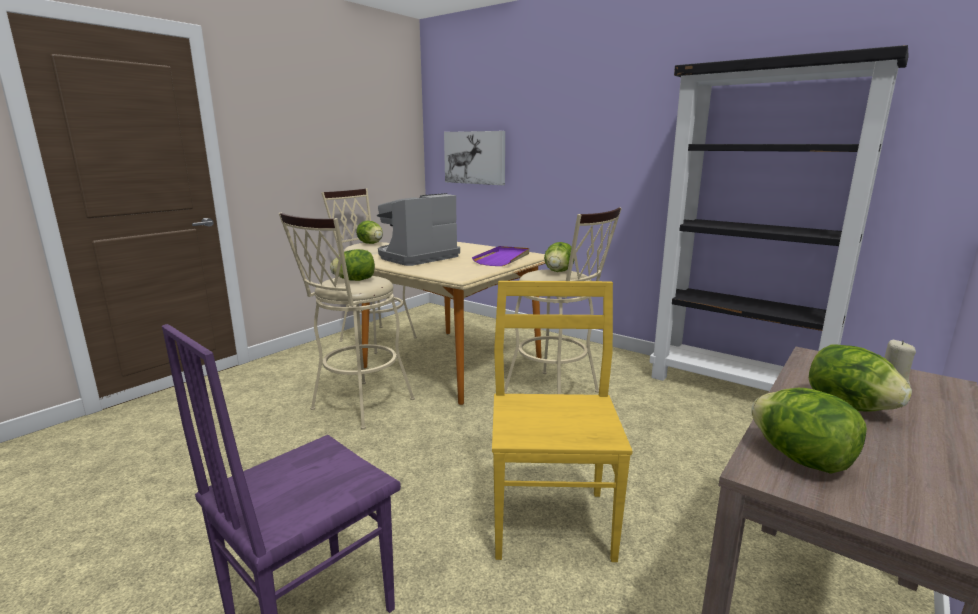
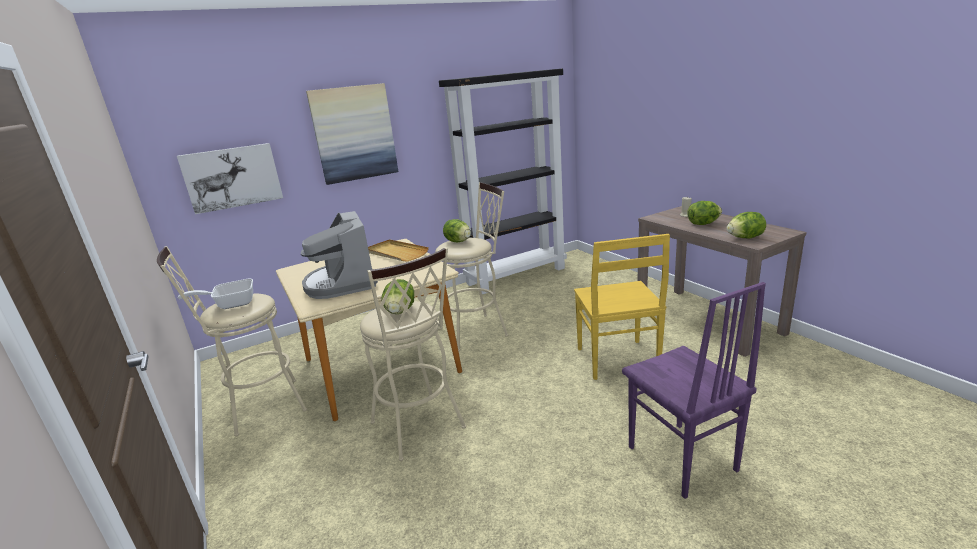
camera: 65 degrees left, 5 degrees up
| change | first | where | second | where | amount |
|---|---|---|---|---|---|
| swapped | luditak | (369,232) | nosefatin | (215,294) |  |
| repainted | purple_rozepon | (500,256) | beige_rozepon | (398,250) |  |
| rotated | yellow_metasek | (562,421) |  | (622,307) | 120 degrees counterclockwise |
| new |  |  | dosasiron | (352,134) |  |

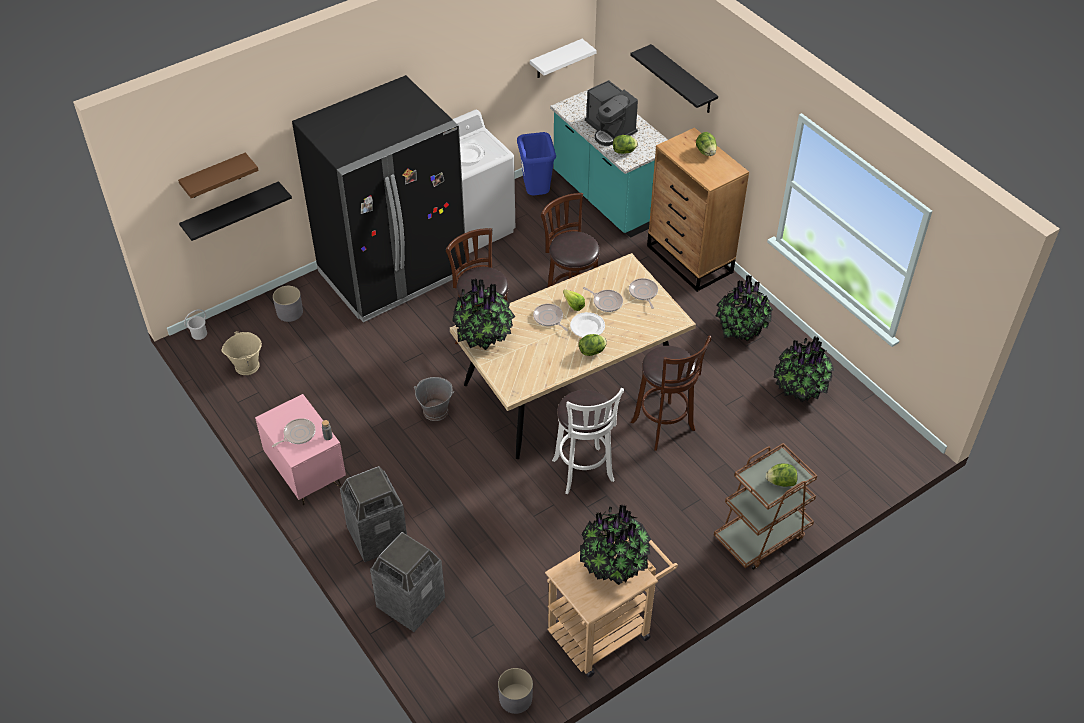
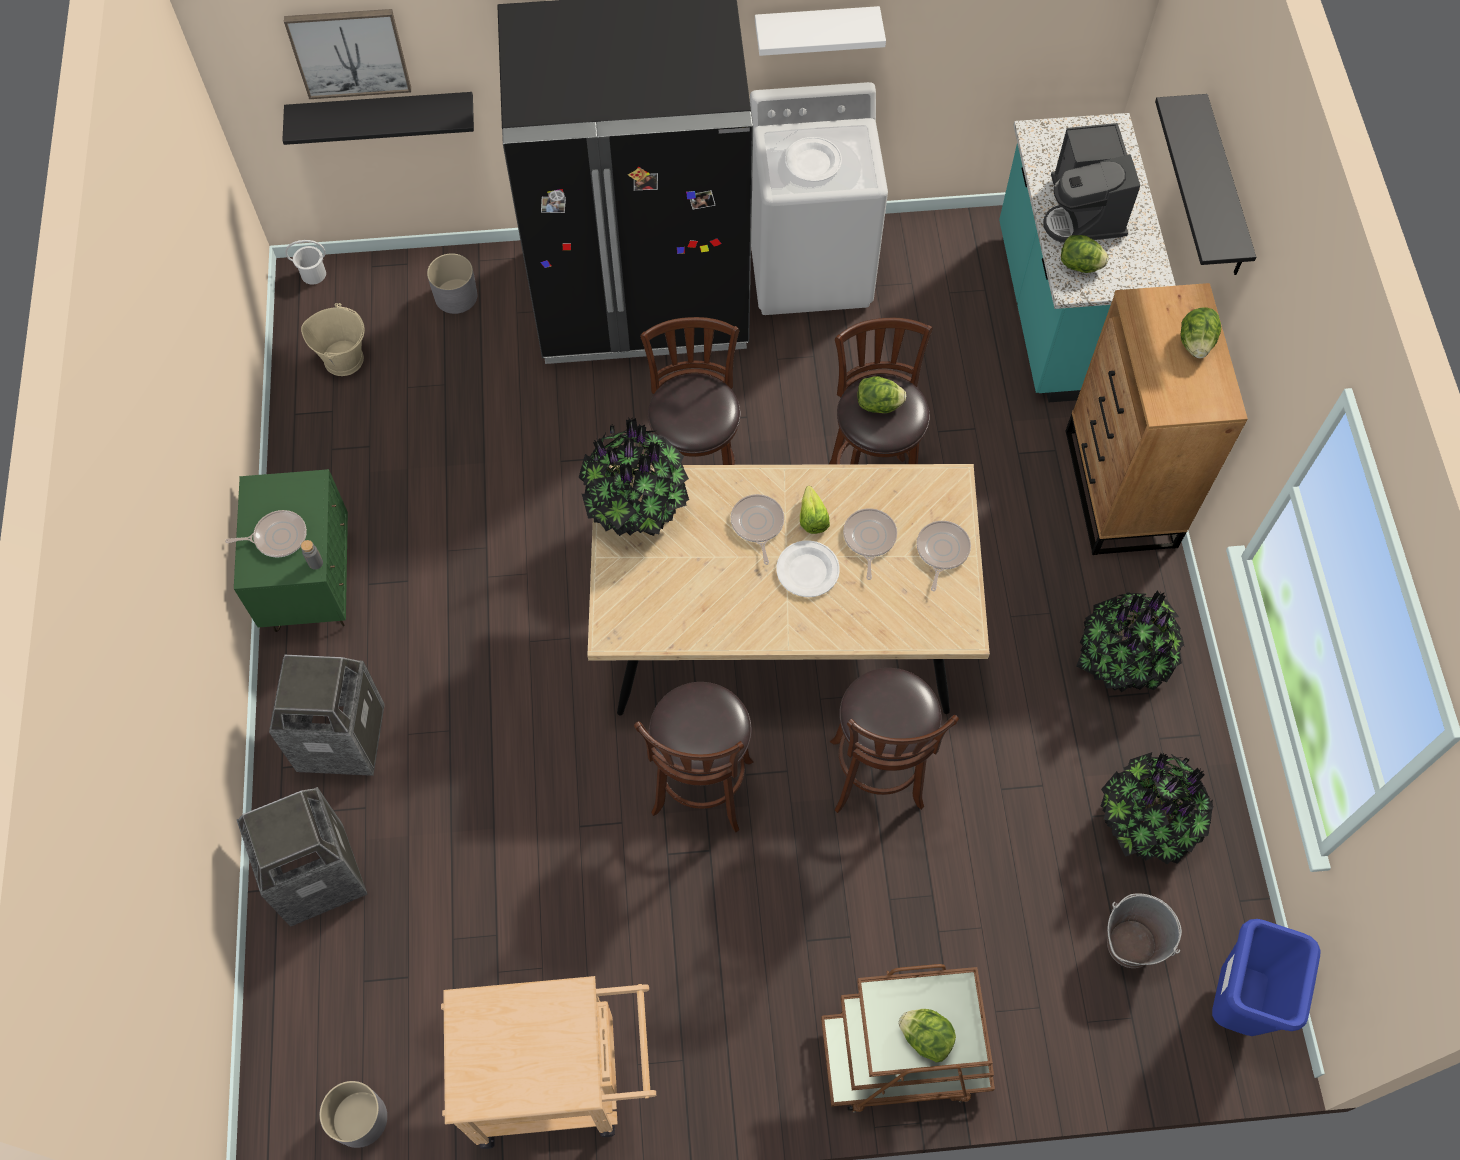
camera: 30 degrees right, 15 degrees up
| change | first | where | second | where | amount |
|---|---|---|---|---|---|
| shifted | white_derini | (563,58) |  | (820,31) |  |
| shifted | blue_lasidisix | (536,163) |  | (1266,977) |  |
| swapped | brown_derini | (218,175) | dosasiron | (347,54) |  |
| rotated | nosefatin | (603,299) |  | (870,544) | 150 degrees counterclockwise |
| shifted | luditak | (593,345) |  | (881,394) |  |
| shifted | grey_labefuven | (434,399) |  | (1144,930) |  |
| repainted | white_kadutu | (588,441) | brown_kadutu | (694,757) |  |
| repainted | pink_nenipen | (300,449) | green_nenipen | (291,550) |  |
| gone | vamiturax | (615,545) |  |  |  |

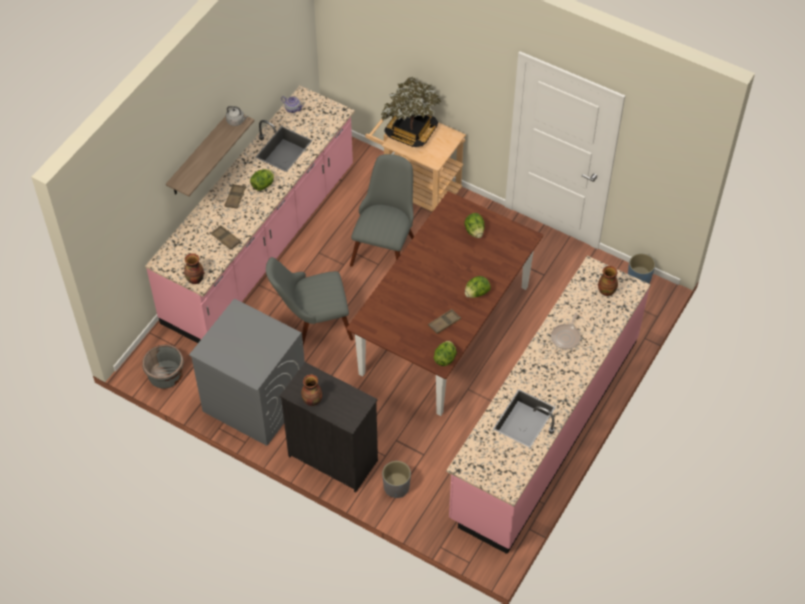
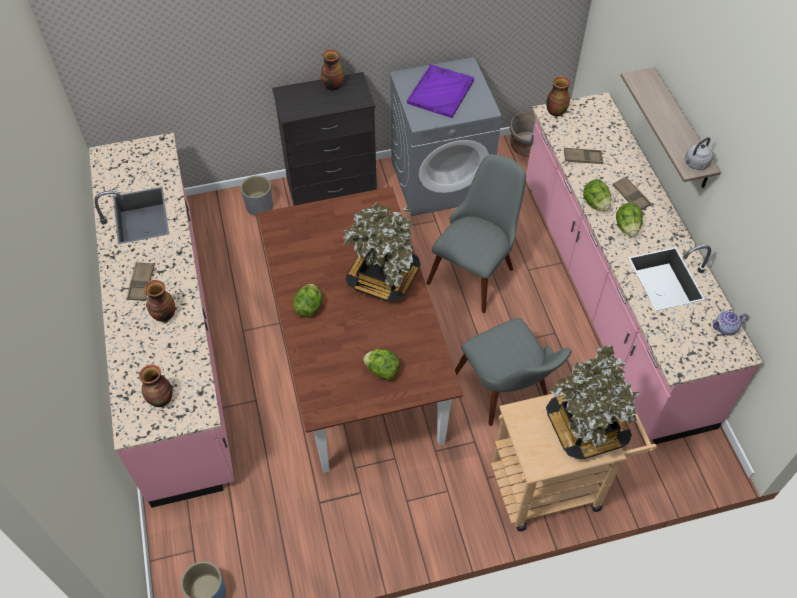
camera: 135 degrees right, 0 degrees up
| change | first | where | second | where | amount |
|---|---|---|---|---|---|
| shifted | brown_rozepon | (444,321) |  | (140,281) |  |
| swapped | nosefatin | (566,331) | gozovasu | (159,301) |  |
| shifted | luditak | (445,353) |  | (597,195) |  |
| new |  |  | purple_rozepon | (440,91) |  |
| new |  |  | vamiturax | (382,252) |  |

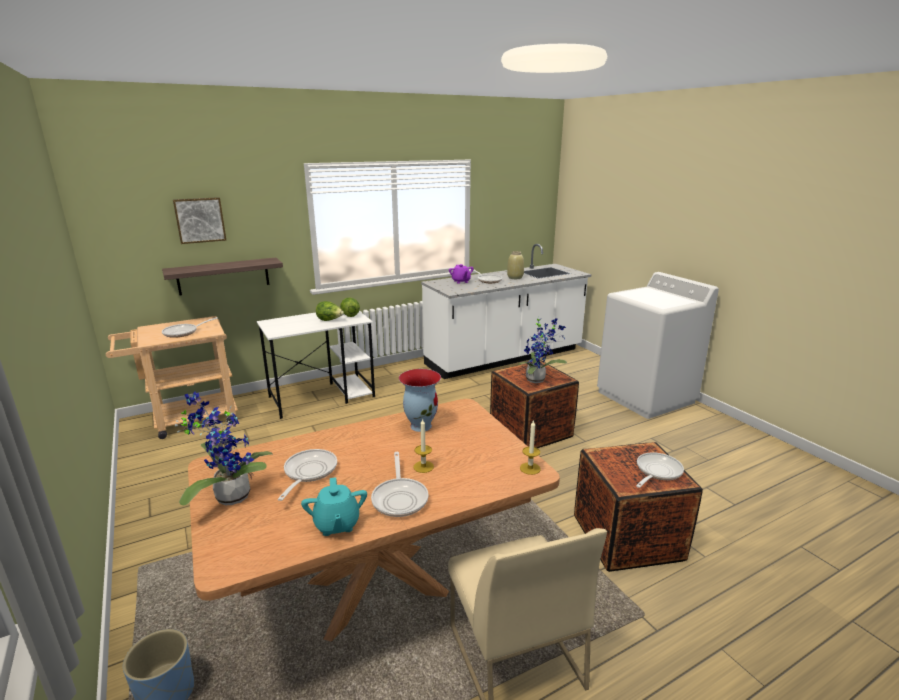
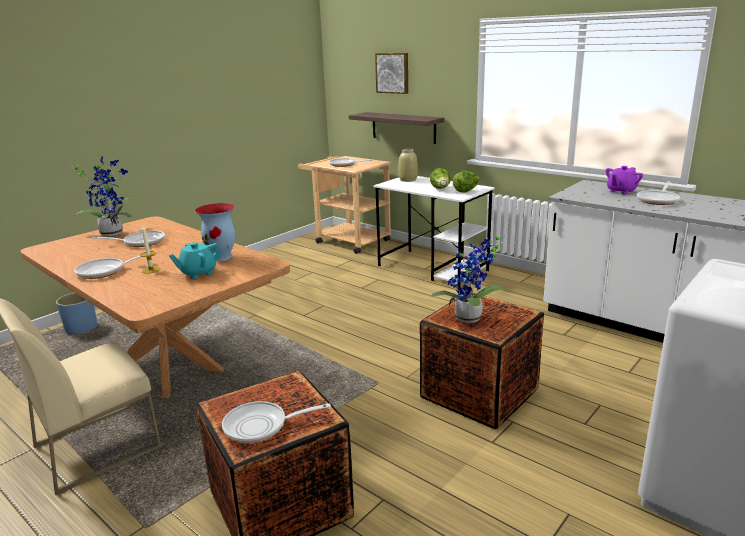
camera: 70 degrees right, 0 degrees up
| change | first | where | second | where | amount |
|---|---|---|---|---|---|
| shifted | beige_gozovasu | (515,265) |  | (408,165) |  |
| gone | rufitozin | (530,447) |  |  |  |
| rotated | nosefatin | (660,470) |  | (276,422) | 150 degrees clockwise |
| shifted | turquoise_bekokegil | (334,506) |  | (195,260) |  |

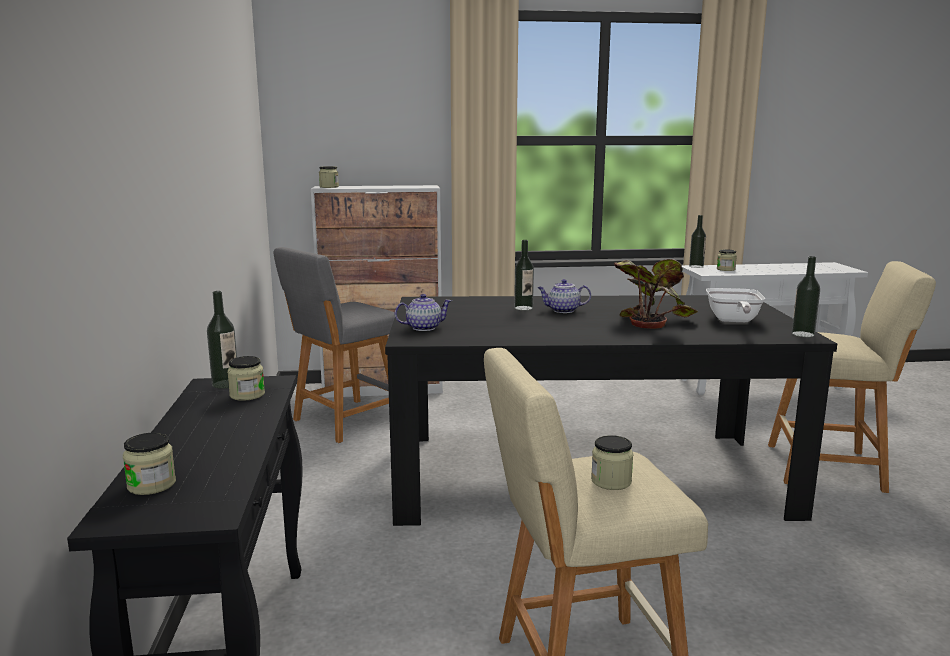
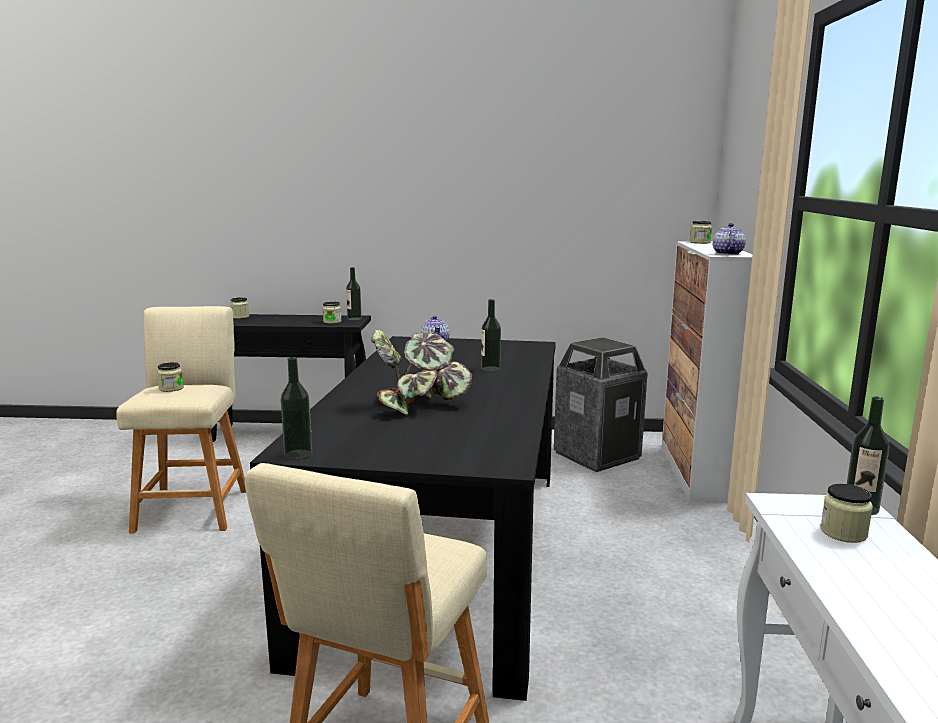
camera: 100 degrees right, 0 degrees up
| change | first | where | second | where | amount |
|---|---|---|---|---|---|
| swapped | grey_kadutu | (334,345) | lasidisix | (601,404) |  |
| shifted | bekokegil | (564,296) |  | (729,239) |  |
| gone | nosefatin | (735,305) |  |  |  |

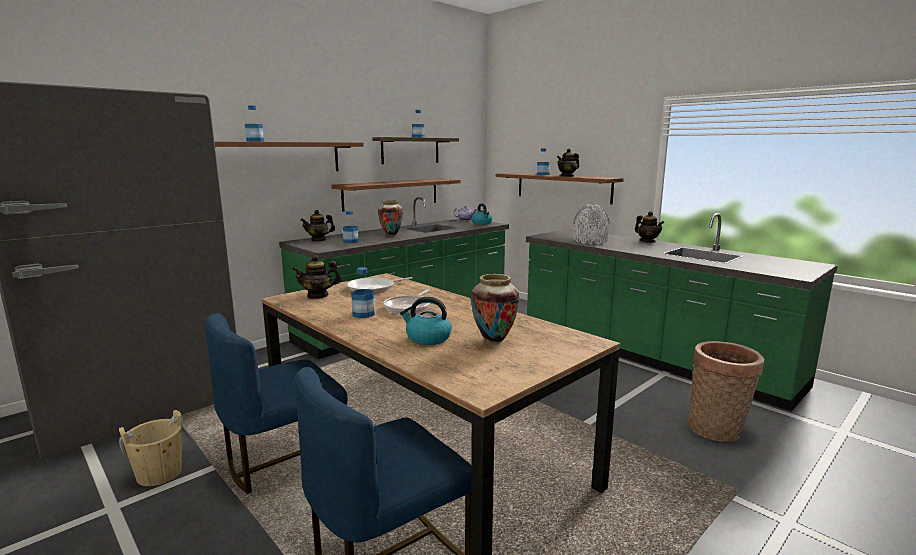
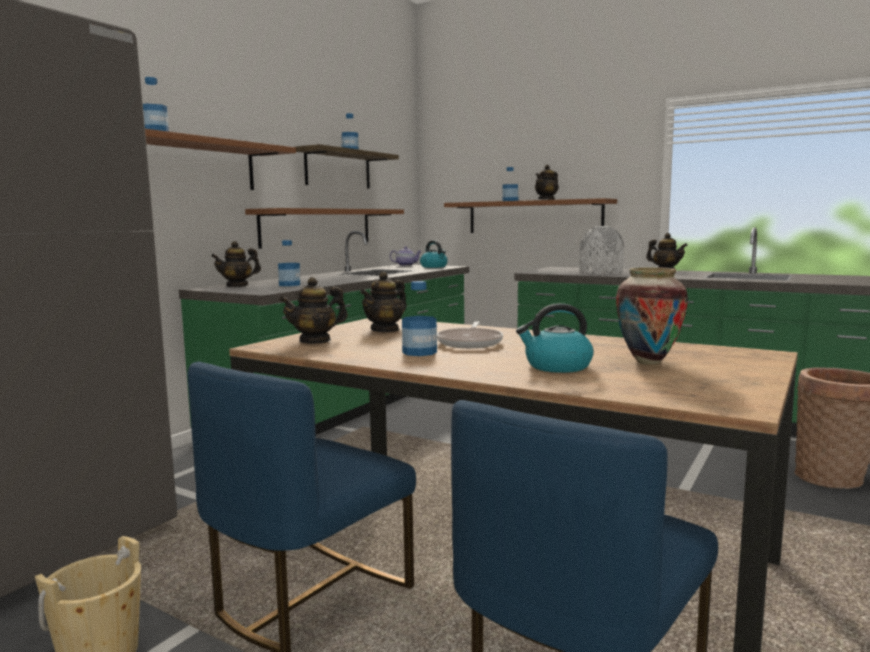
camera: 15 degrees left, 5 degrees down
| change | first | where | second | where | amount |
|---|---|---|---|---|---|
| gone | gozovasu | (390,218) |  |  |  |
| swapped | nosefatin | (380,285) | bekokegil | (383,302) |  |

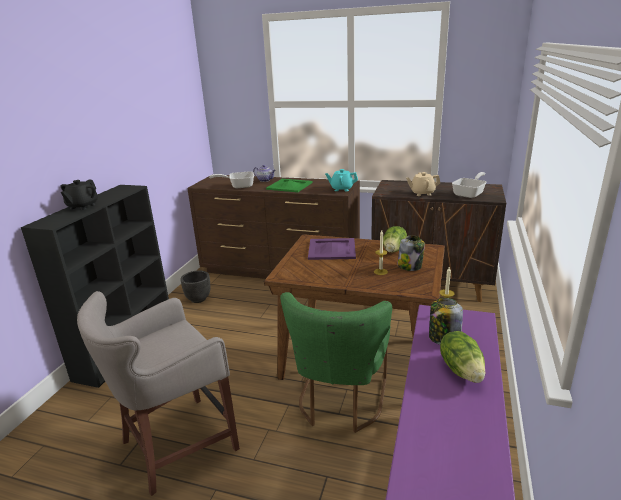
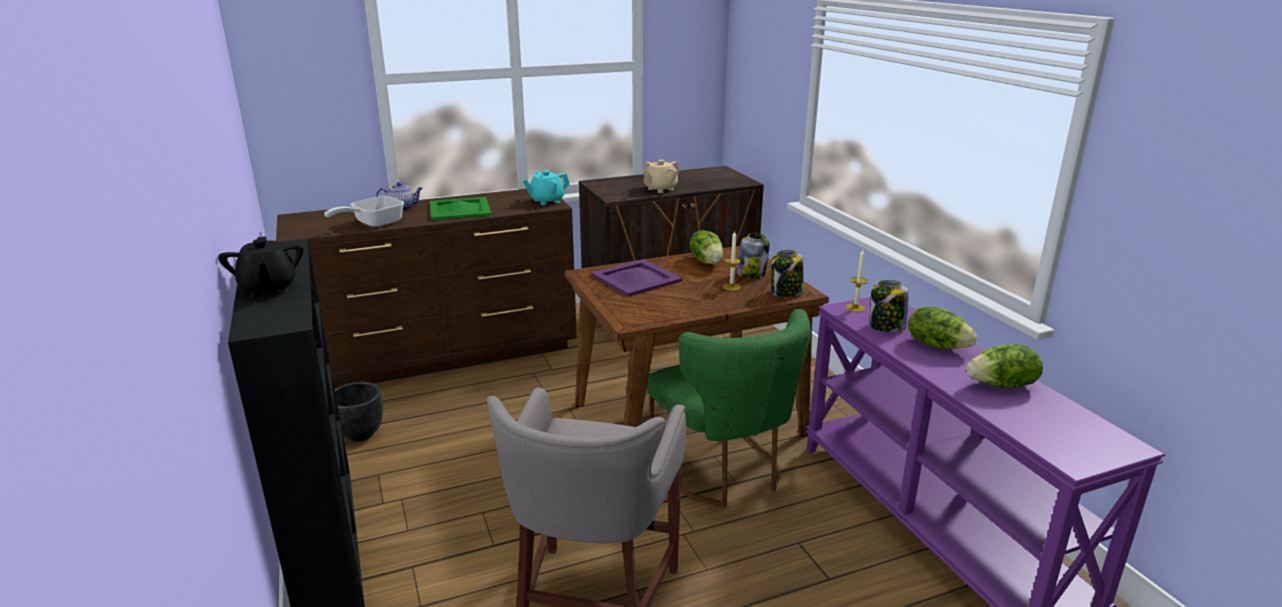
camera: 40 degrees left, 0 degrees up
| change | first | where | second | where | amount |
|---|---|---|---|---|---|
| gone | nosefatin | (469,185) |  |  |  |
| new |  |  | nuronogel | (787,273) |  |
| new |  |  | luditak | (1004,366) |  |

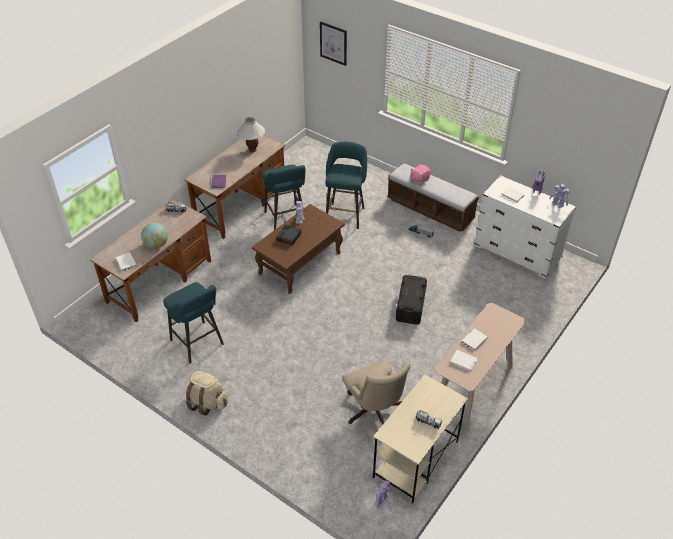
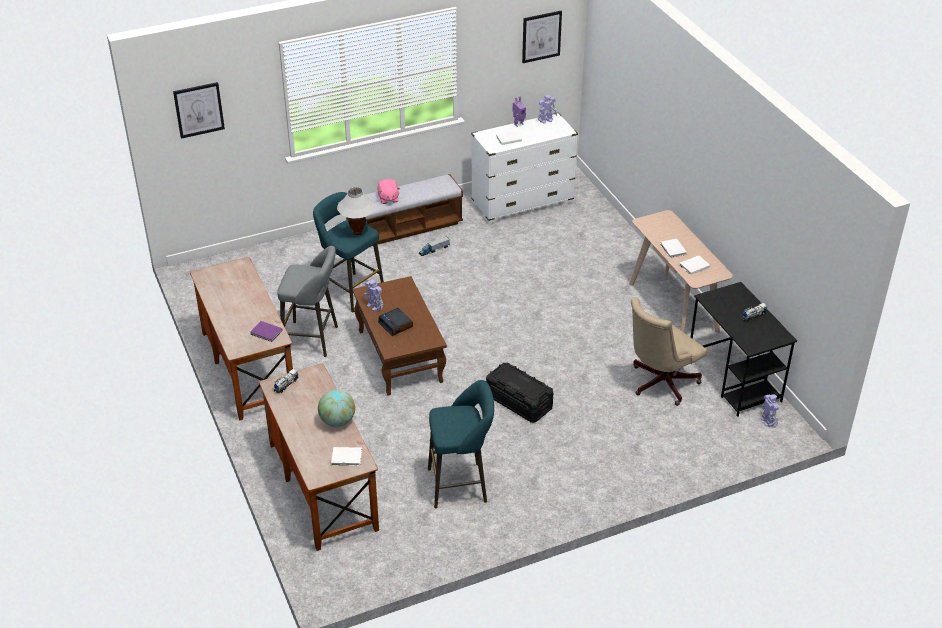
camera: 60 degrees left, 5 degrees down
| change | first | where | second | where | amount |
|---|---|---|---|---|---|
| shifted | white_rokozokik | (251,134) |  | (356,211) |  |
| repainted | turquoise_kadutu | (284,197) | grey_kadutu | (307,301) |  |
| shifted | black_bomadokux | (411,300) |  | (519,393) |  |
| rotated | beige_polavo | (376,392) |  | (669,351) | 135 degrees clockwise |
| gone | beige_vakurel | (207,393) |  |  |  |
| repainted | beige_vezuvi | (420,439) | black_vezuvi | (744,349) |  |
| new |  |  | dosasiron | (542,37) |  |

